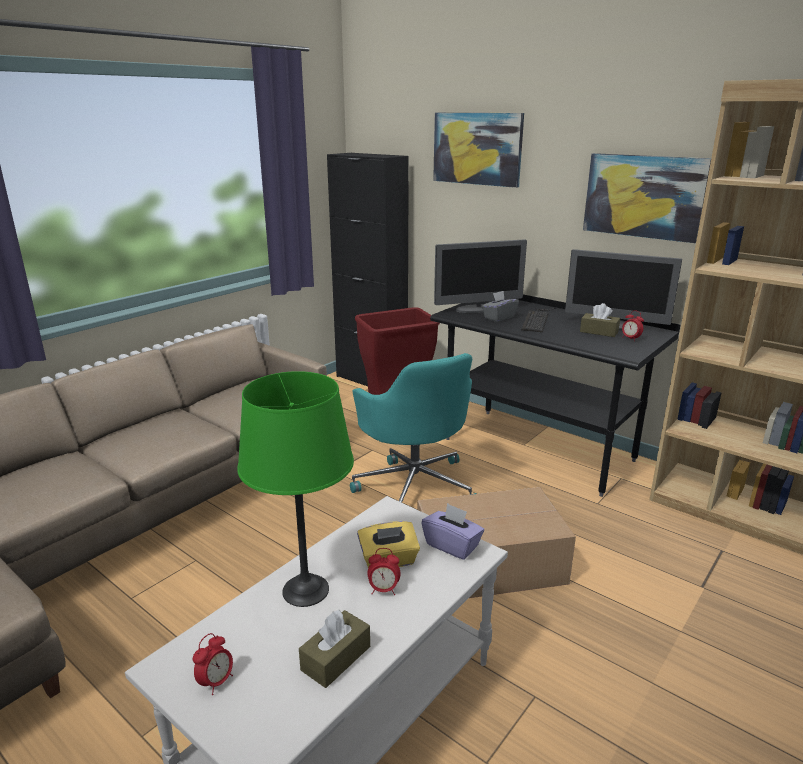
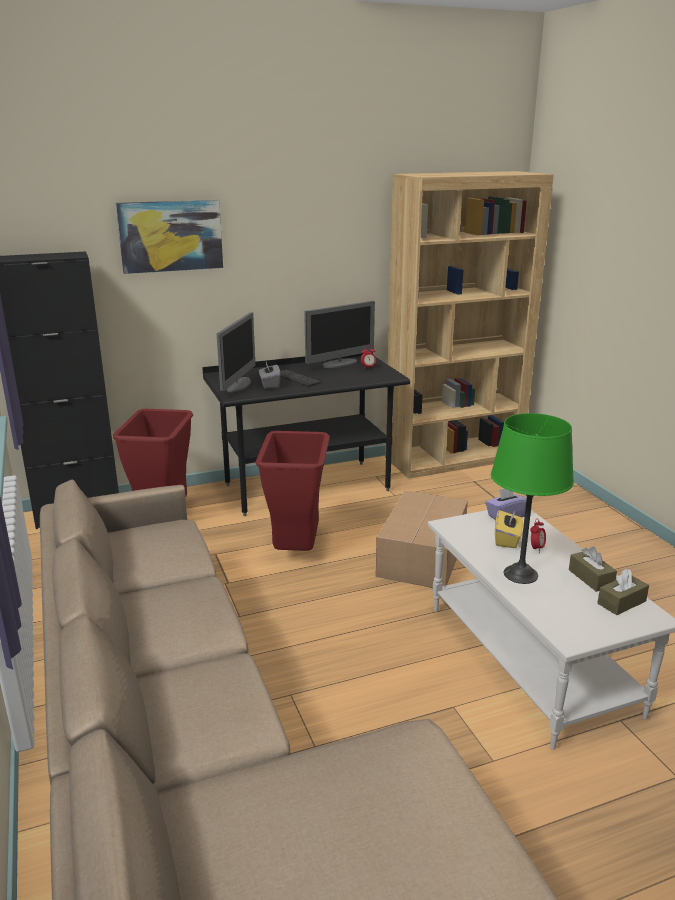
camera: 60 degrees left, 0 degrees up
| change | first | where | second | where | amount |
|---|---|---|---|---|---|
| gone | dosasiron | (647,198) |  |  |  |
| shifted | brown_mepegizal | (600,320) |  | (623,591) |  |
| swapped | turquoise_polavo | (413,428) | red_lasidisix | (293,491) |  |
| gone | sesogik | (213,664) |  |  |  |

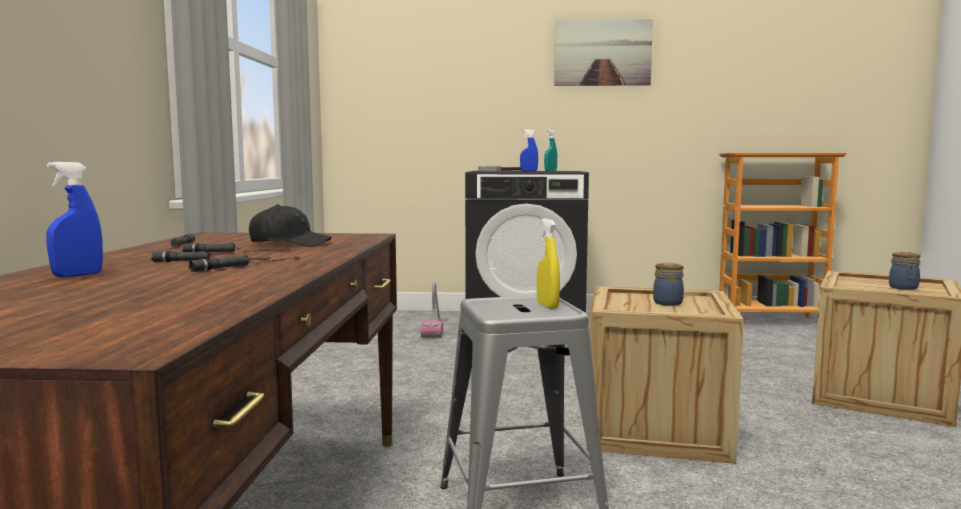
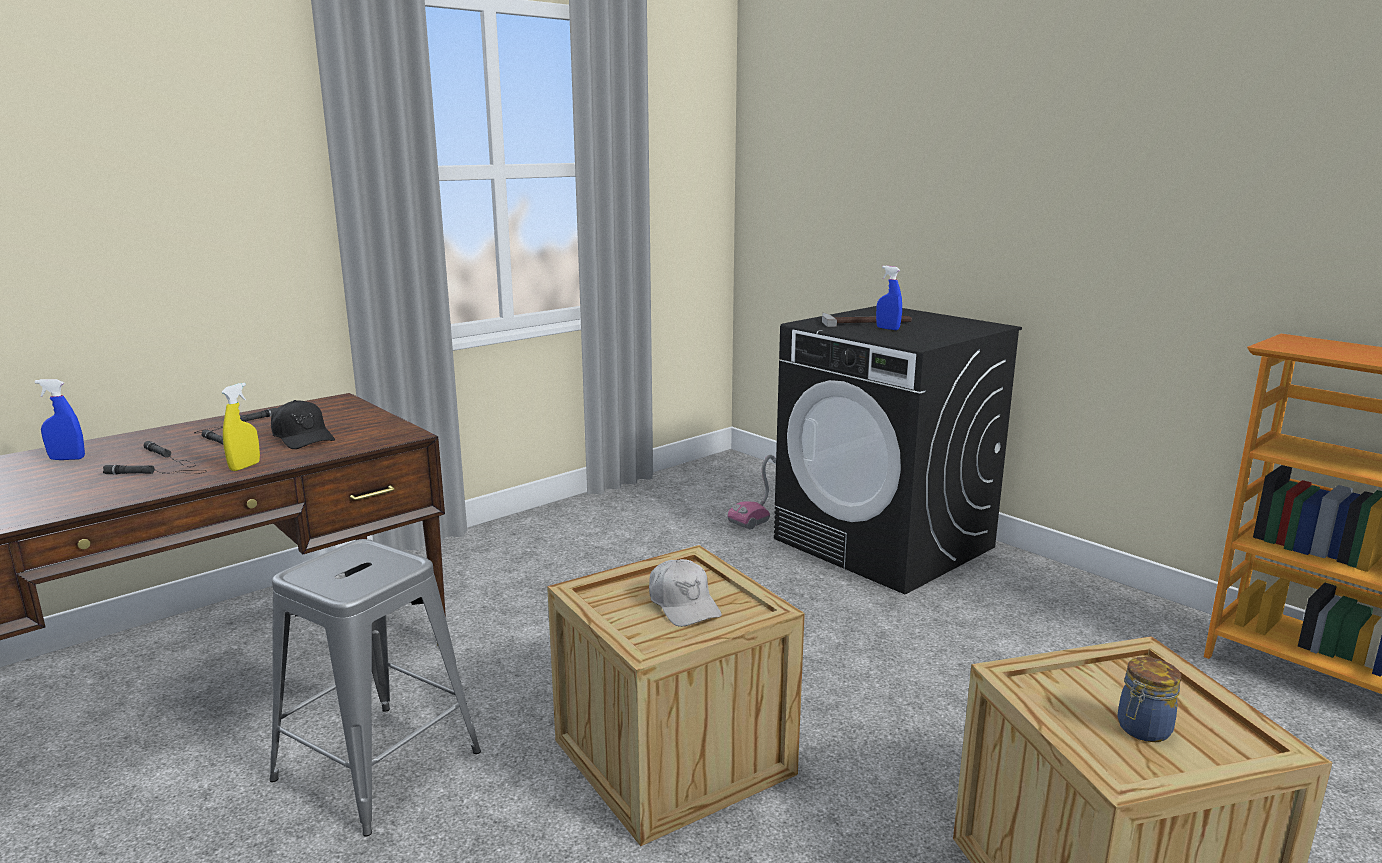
camera: 45 degrees right, 10 degrees up
| change | first | where | second | where | amount |
|---|---|---|---|---|---|
| gone | dosasiron | (603,52) |  |  |  |
| gone | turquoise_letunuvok | (550,150) |  |  |  |
| shifted | yellow_letunuvok | (548,263) |  | (240,427) |  |
| swapped | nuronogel | (668,284) | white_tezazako | (685,593) |  |

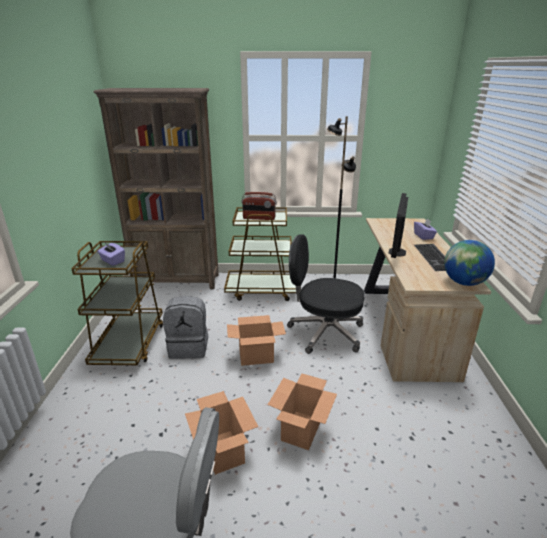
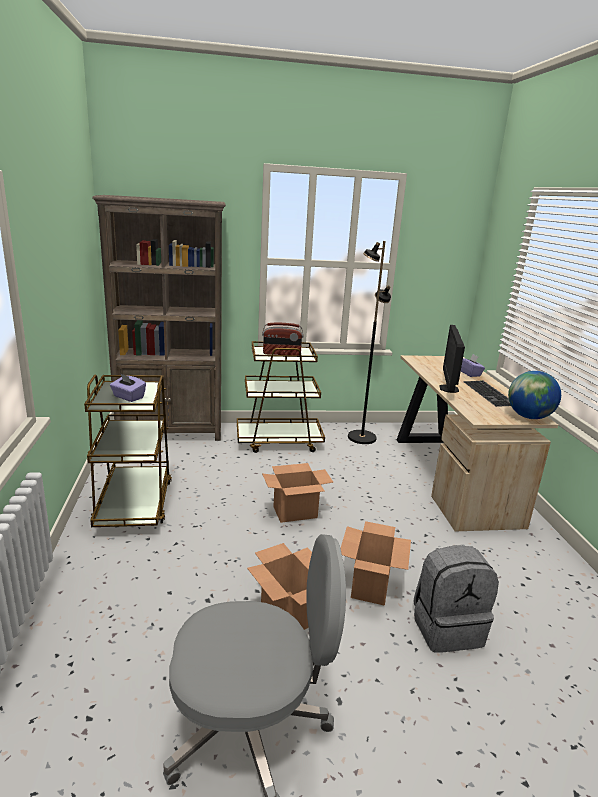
camera: 10 degrees left, 5 degrees down
| change | first | where | second | where | amount |
|---|---|---|---|---|---|
| gone | black_polavo | (326,294) |  |  |  |
| shifted | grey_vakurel | (185,327) |  | (456,599) |  |

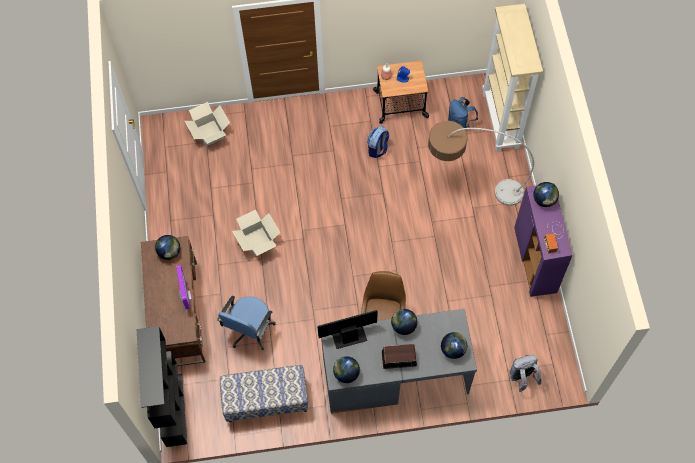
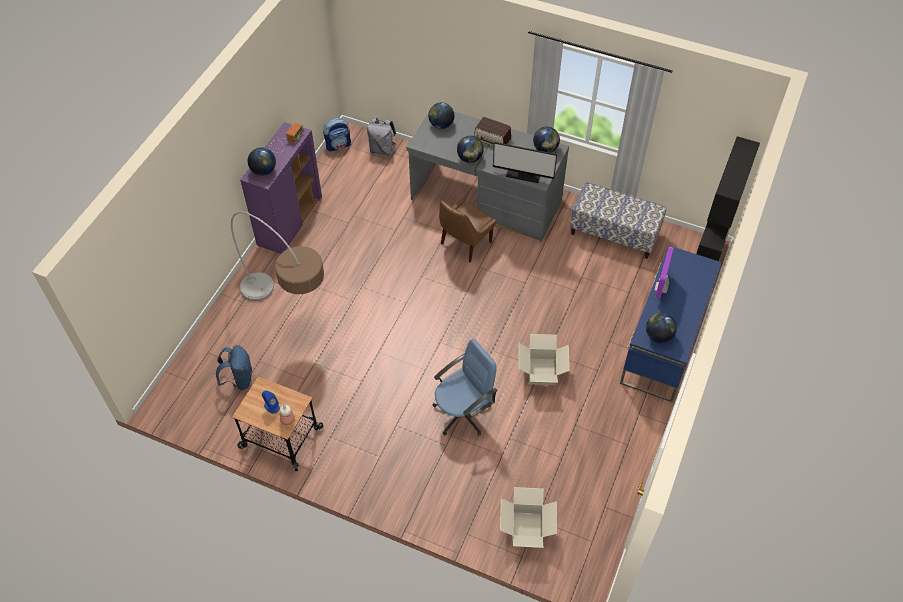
camera: 150 degrees left, 10 degrees down
| change | first | where | second | where | amount |
|---|---|---|---|---|---|
| gone | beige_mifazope | (512,78) |  |  |  |
| shifted | vakurel | (378,142) |  | (337,134) |  |
| repainted | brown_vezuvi | (173,301) | blue_vezuvi | (671,324) |  |
| shifted | blue_polavo | (246,323) |  | (464,387) |  |

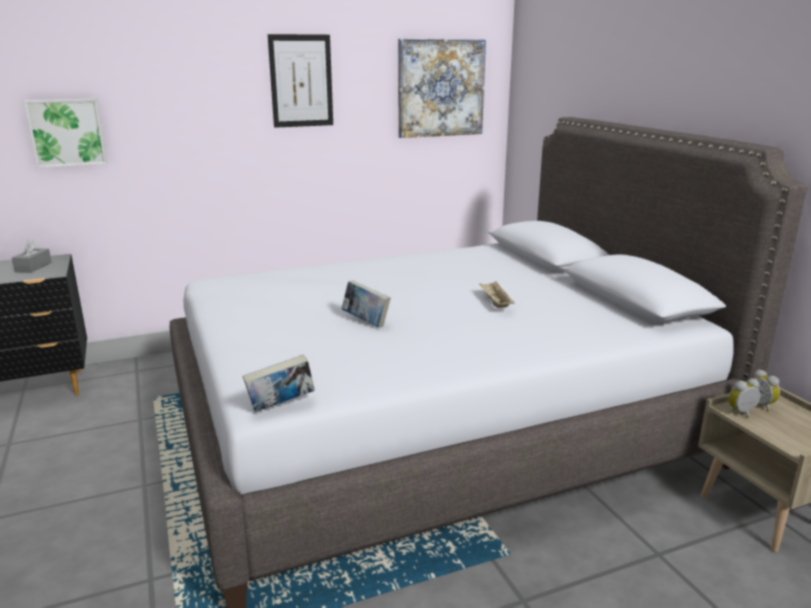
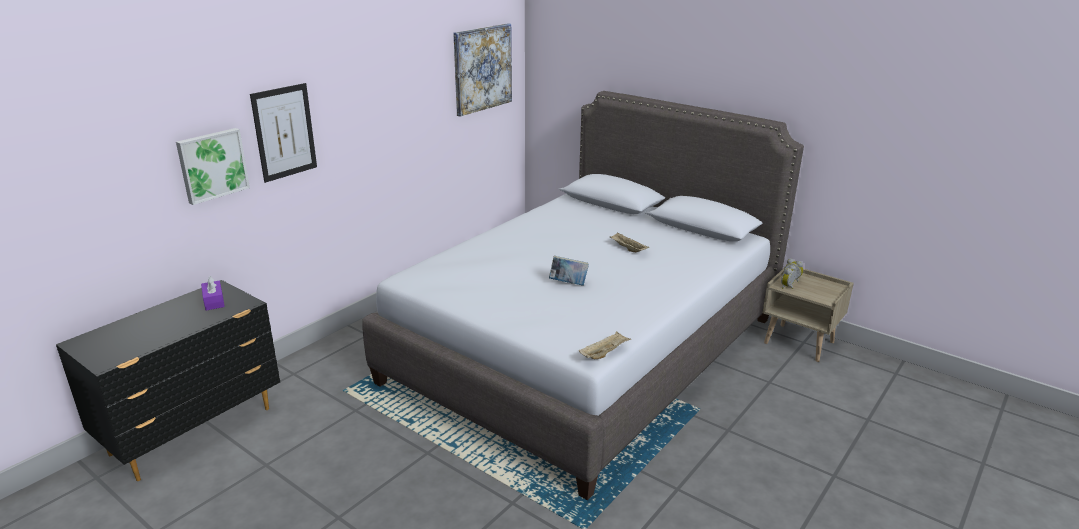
camera: 30 degrees left, 5 degrees up
| change | first | where | second | where | amount |
|---|---|---|---|---|---|
| shifted | dosasiron | (300,81) |  | (283,133) |  |
| repainted | grey_mepegizal | (32,256) | purple_mepegizal | (213,293) |  |
| swapped | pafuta | (279,383) | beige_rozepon | (605,345) |  |

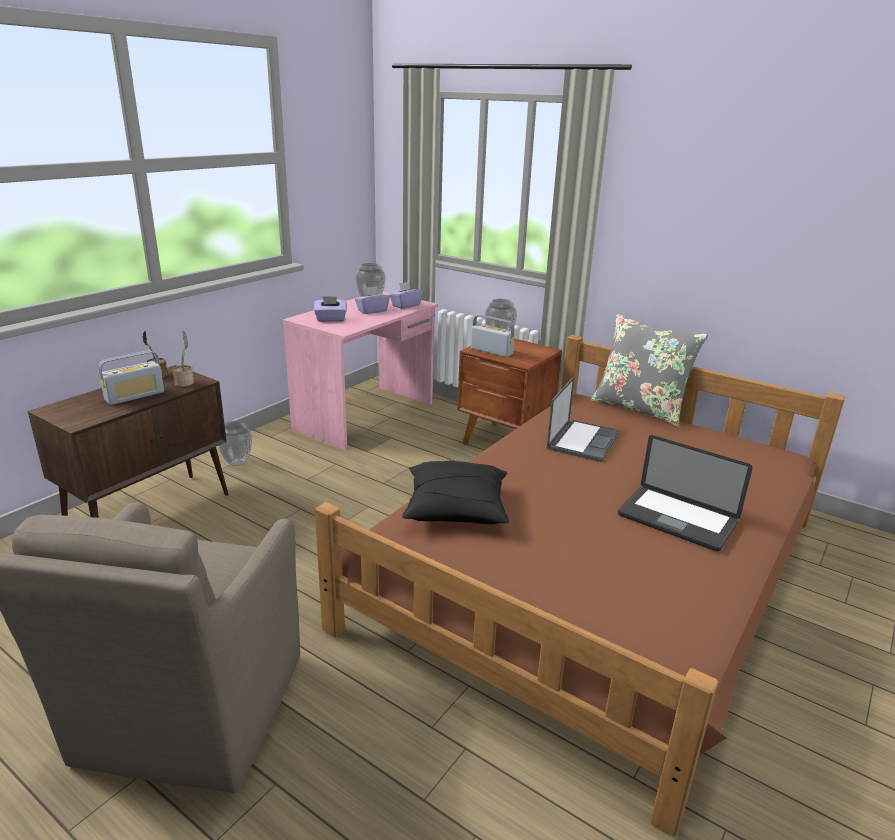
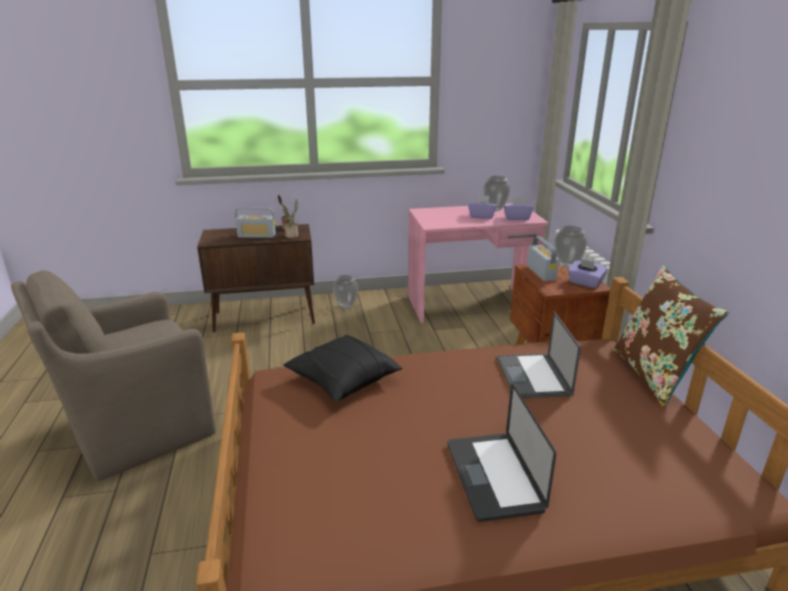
camera: 45 degrees right, 0 degrees up
| change | first | where | second | where | amount |
|---|---|---|---|---|---|
| shifted | purple_mepegizal | (330,309) |  | (587,273) |  |
| repainted | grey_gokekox | (649,370) | brown_gokekox | (671,336) |  |
| rotated | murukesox | (583,419) |  | (539,354) | 105 degrees clockwise |

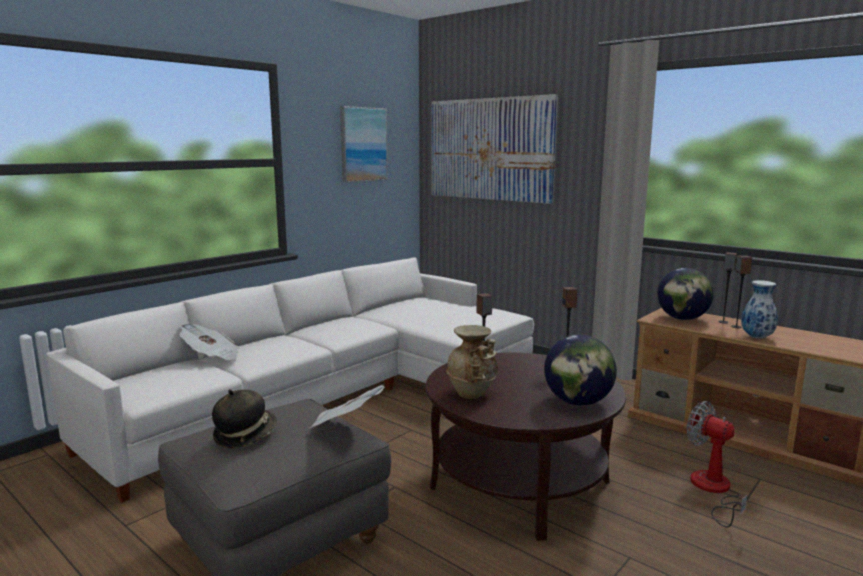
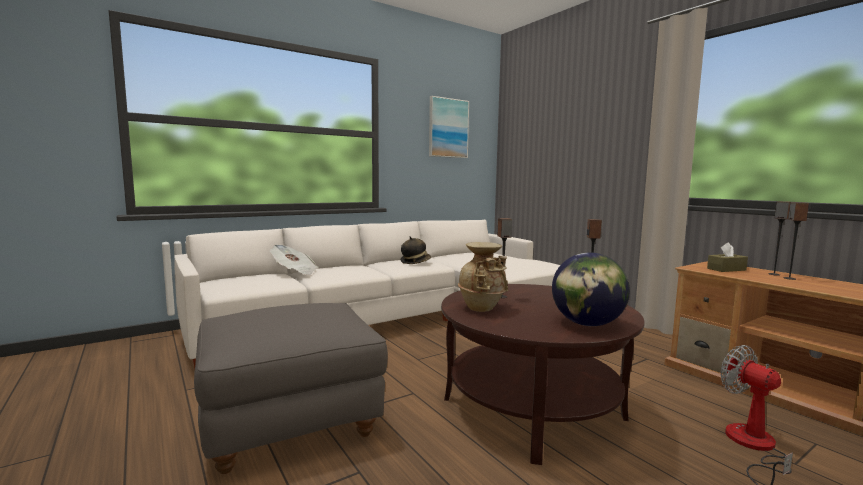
camera: 15 degrees right, 5 degrees down
| change | first | where | second | where | amount |
|---|---|---|---|---|---|
| gone | dosasiron | (495,149) |  |  |  |
| swapped | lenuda | (685,294) | brown_mepegizal | (727,257) |  |
| gone | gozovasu | (759,309) |  |  |  |
| gone | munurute | (347,406) |  |  |  |
| shifted | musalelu | (244,418) |  | (416,250) |  |

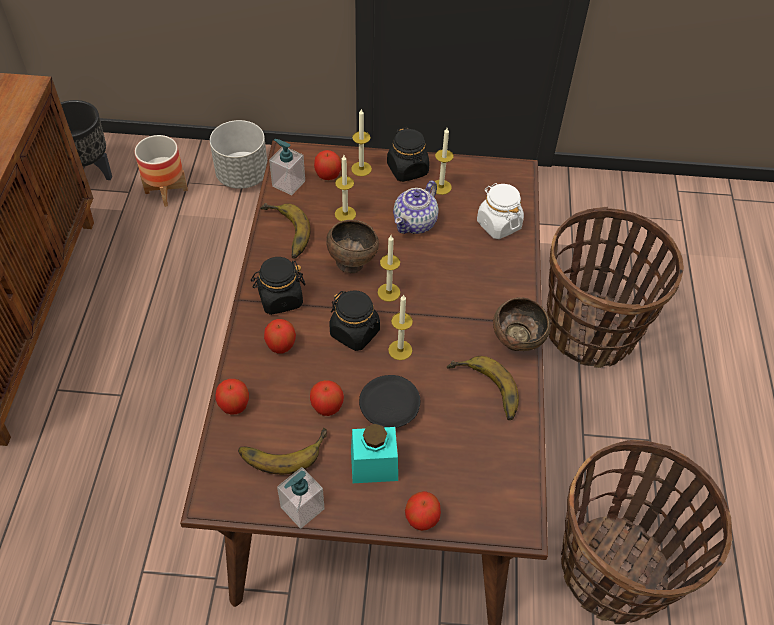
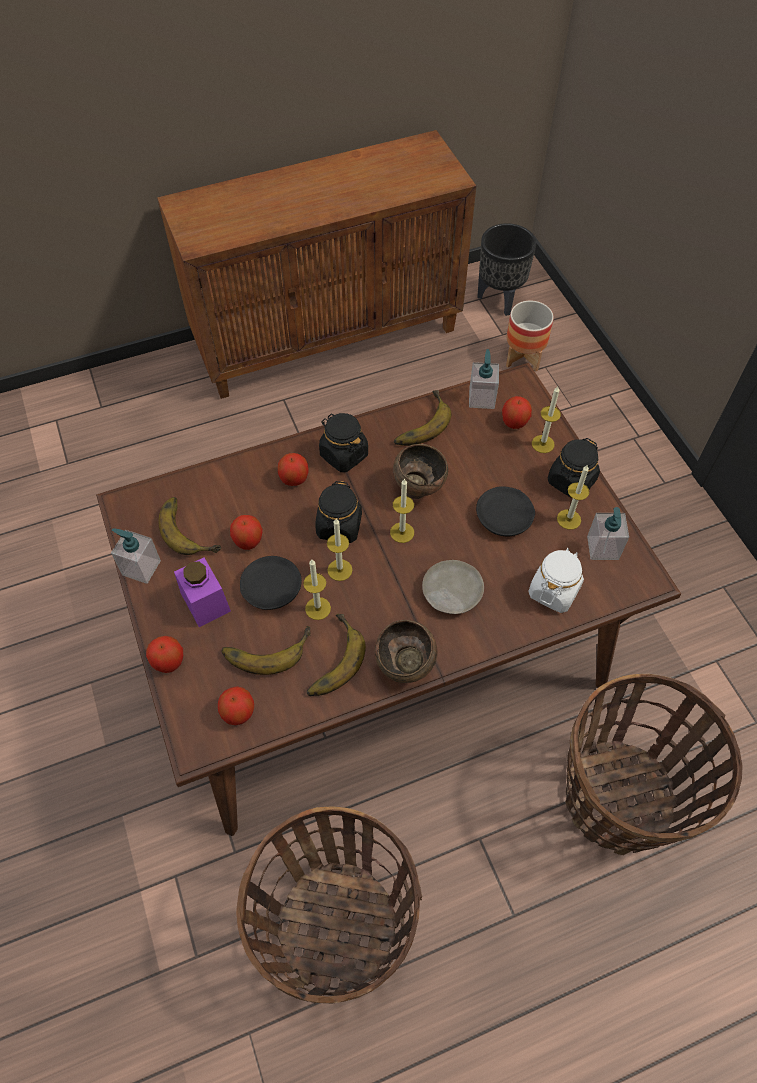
camera: 65 degrees right, 5 degrees up
| change | first | where | second | where | amount |
|---|---|---|---|---|---|
| gone | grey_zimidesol | (238,154) |  |  |  |
| shifted | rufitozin | (345,188) |  | (317,590) |  |
| swapped | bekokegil | (416,207) | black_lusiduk | (505,511) |  |
| shifted | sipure | (232,396) |  | (236,705) |  |
| repainted | turquoise_nuronogel | (374,453) | purple_nuronogel | (202,592) |  |
| new |  |  | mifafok | (608,533) |  |
| new |  |  | beige_lusiduk | (453,587) |  |
| new |  |  | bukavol | (266,650) |  |

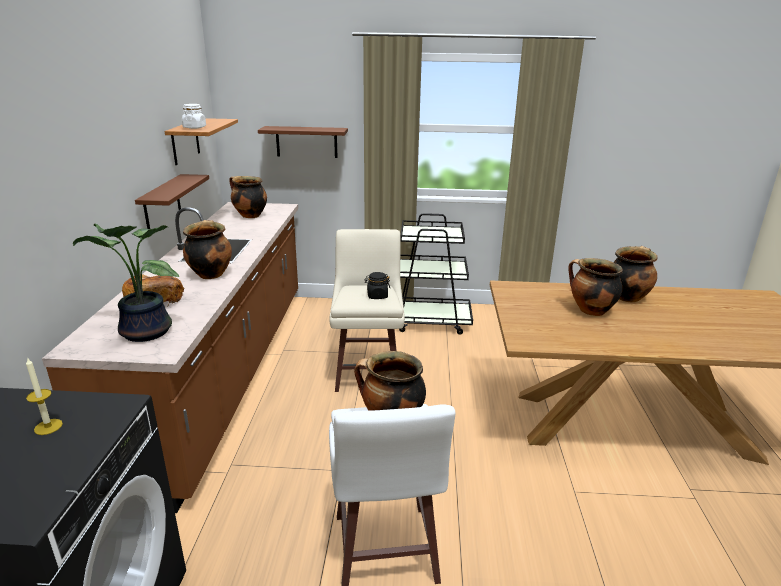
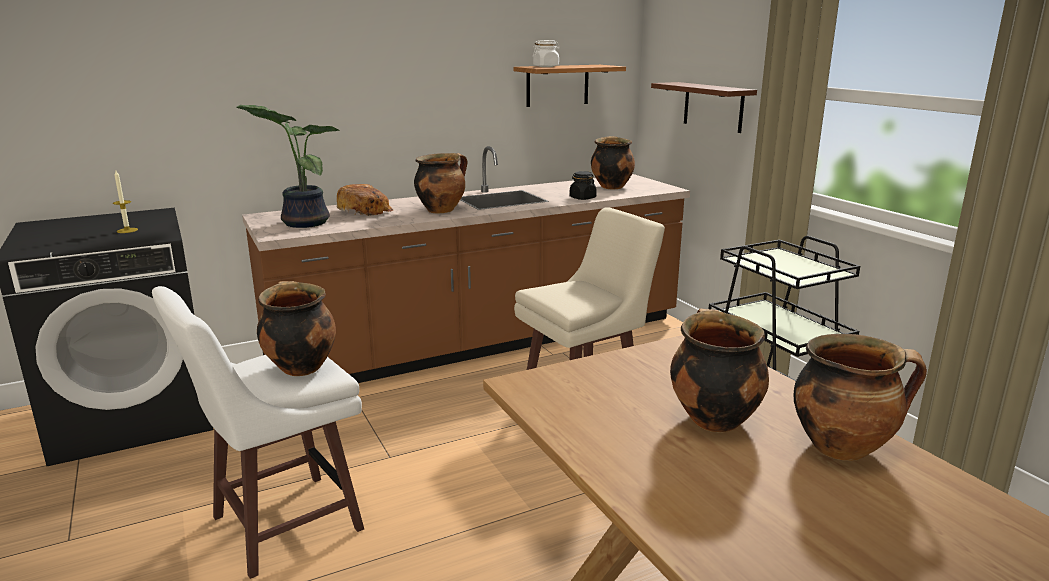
camera: 60 degrees right, 5 degrees down
| change | first | where | second | where | amount |
|---|---|---|---|---|---|
| gone | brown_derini | (172,201) |  |  |  |
| shifted | black_nuronogel | (377,285) |  | (583,185) |  |

